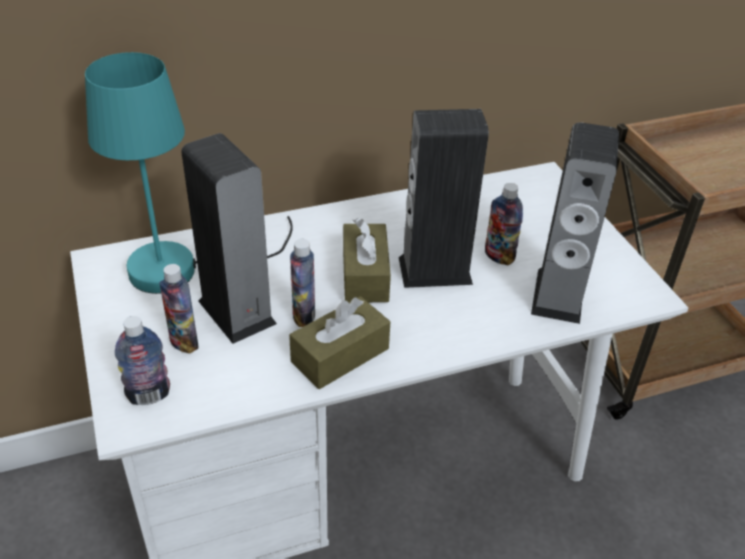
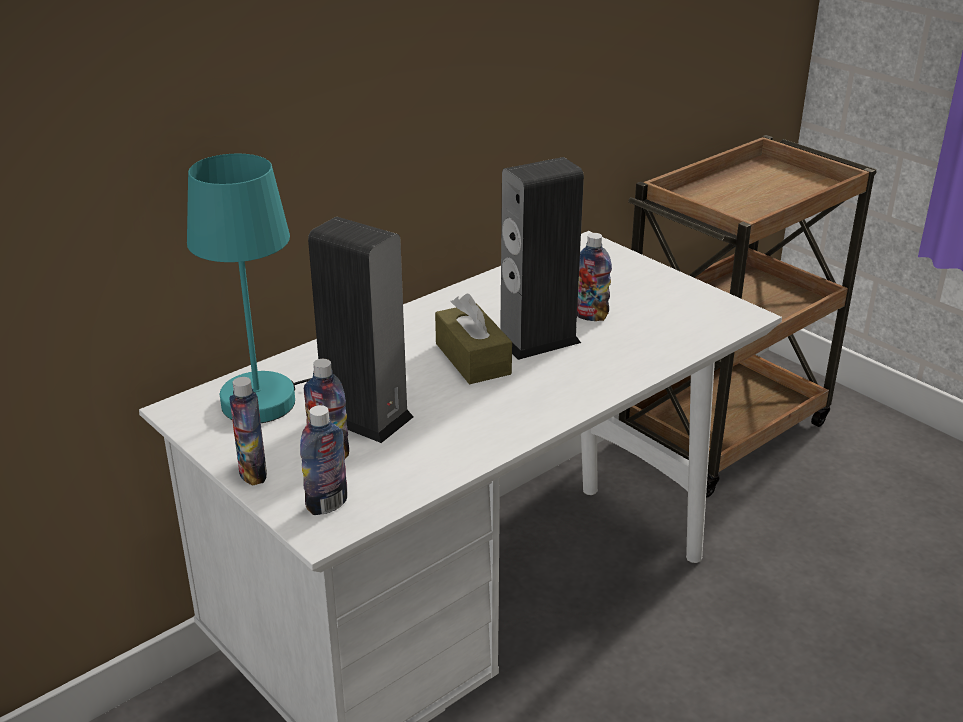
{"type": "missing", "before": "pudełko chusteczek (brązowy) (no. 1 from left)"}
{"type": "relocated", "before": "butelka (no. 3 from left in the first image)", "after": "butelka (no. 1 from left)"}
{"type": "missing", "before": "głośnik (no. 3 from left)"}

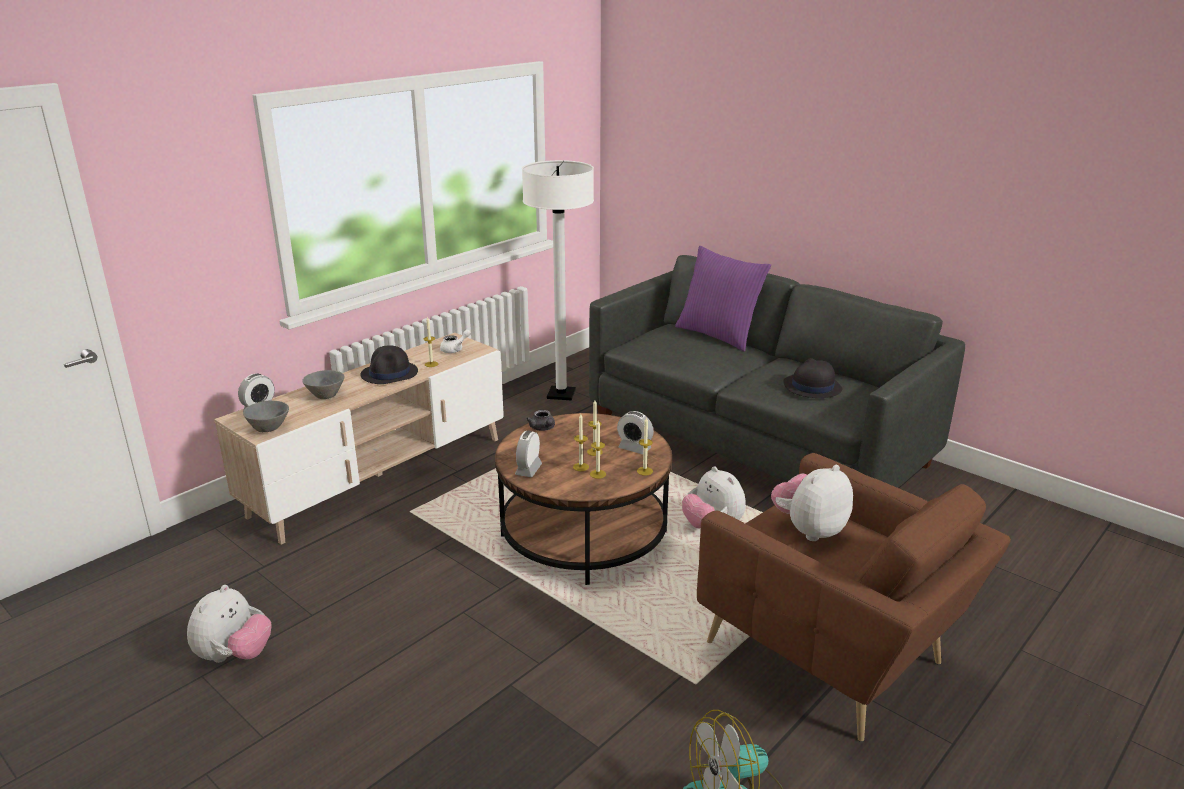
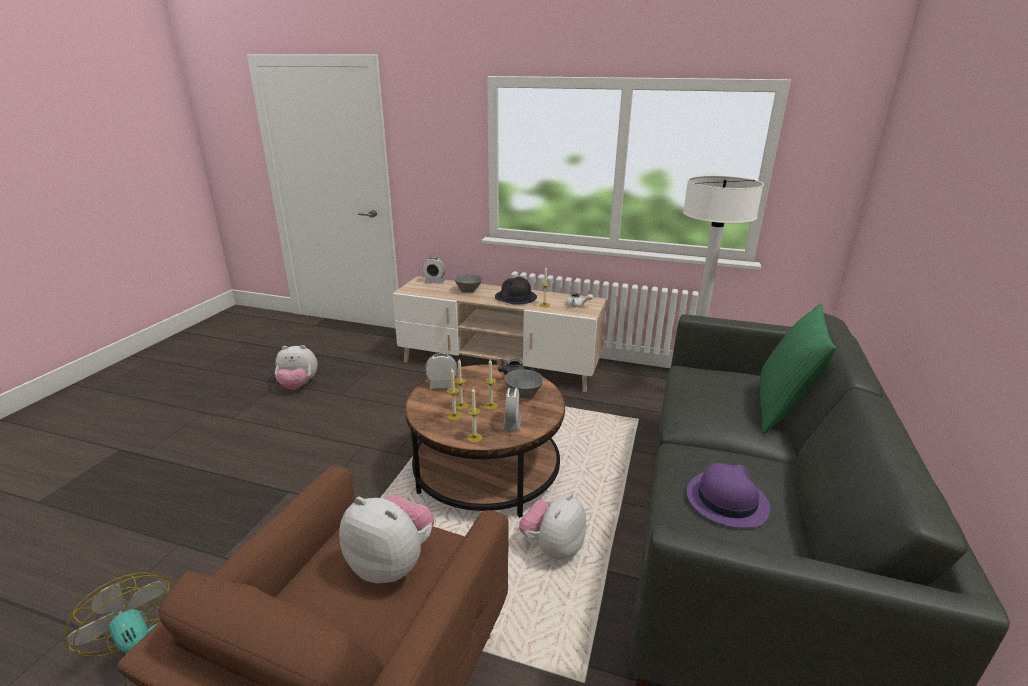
{"type": "relocated", "before": "miska (szary) (no. 1 from left in the first image)", "after": "miska (szary) (no. 2 from left)"}
{"type": "colour", "before": "poduszka (fioletowy)", "after": "poduszka (zielony)"}
{"type": "colour", "before": "kapelusz (czarny) (no. 2 from left)", "after": "kapelusz (fioletowy)"}

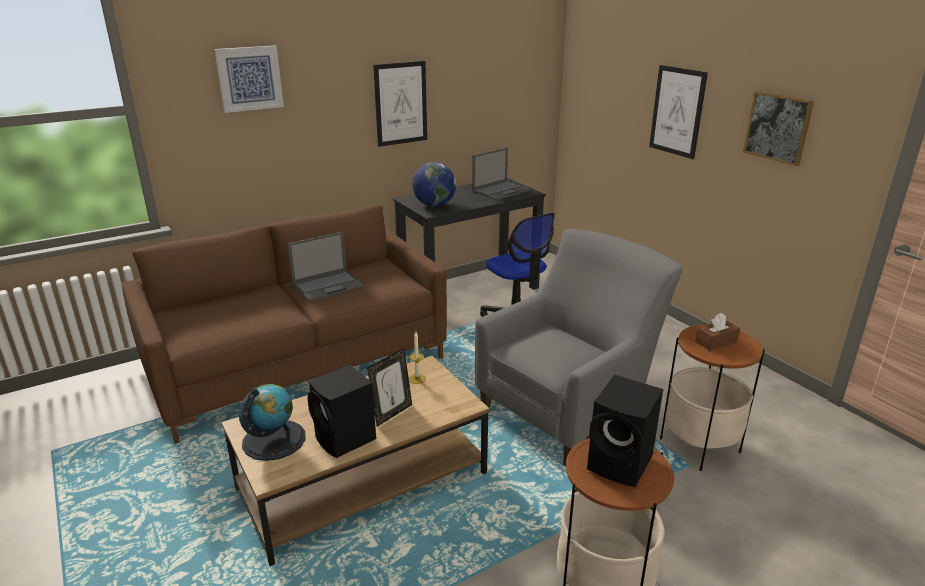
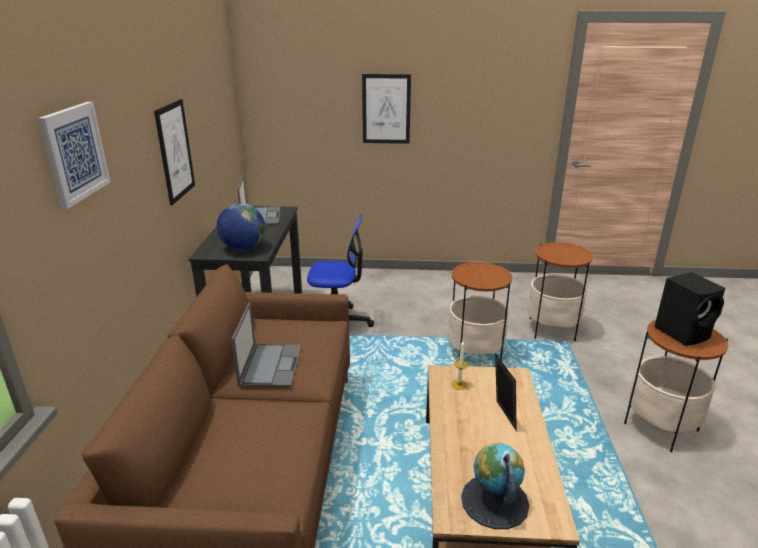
{"type": "missing", "before": "głośnik (czarny) (no. 1 from left)"}
{"type": "exchanged", "before": "fotel (szary)", "after": "stolik (no. 1 from left)"}
{"type": "missing", "before": "pudełko chusteczek (brązowy)"}
{"type": "missing", "before": "obraz (no. 4 from left)"}

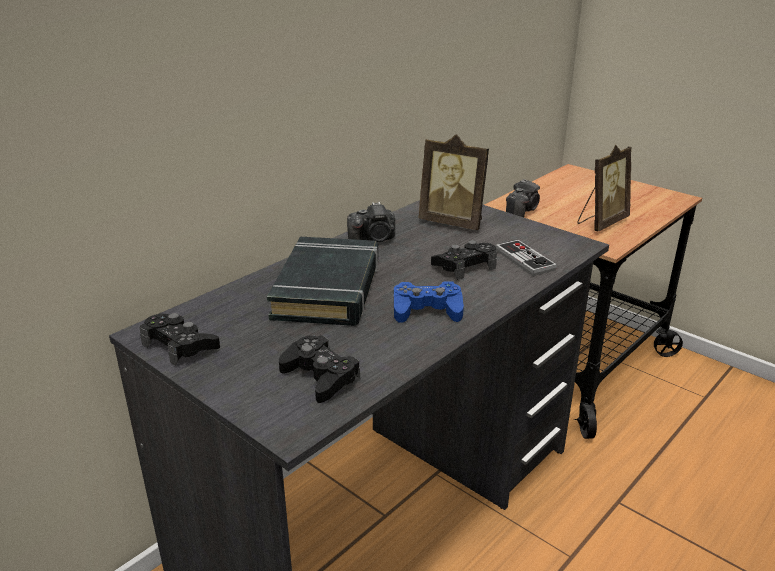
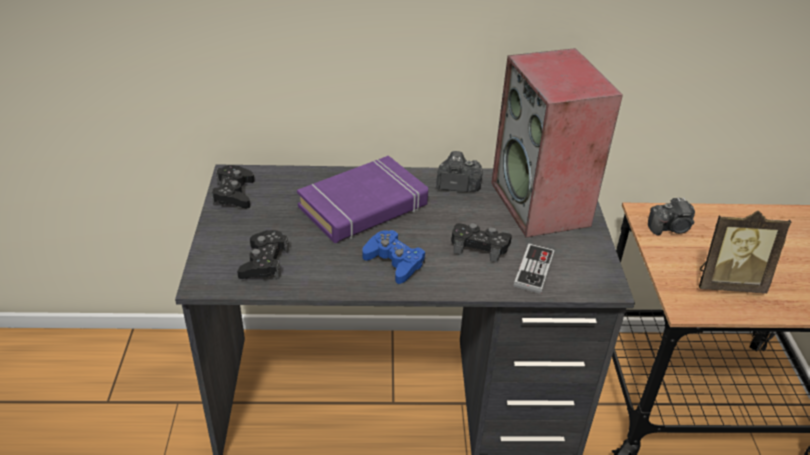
{"type": "colour", "before": "książka (czarny)", "after": "książka (fioletowy)"}
{"type": "spun", "before": "aparat fotograficzny (no. 1 from left)", "turn": 150}
{"type": "exchanged", "before": "ramka na zdjęcie (no. 1 from left)", "after": "głośnik"}

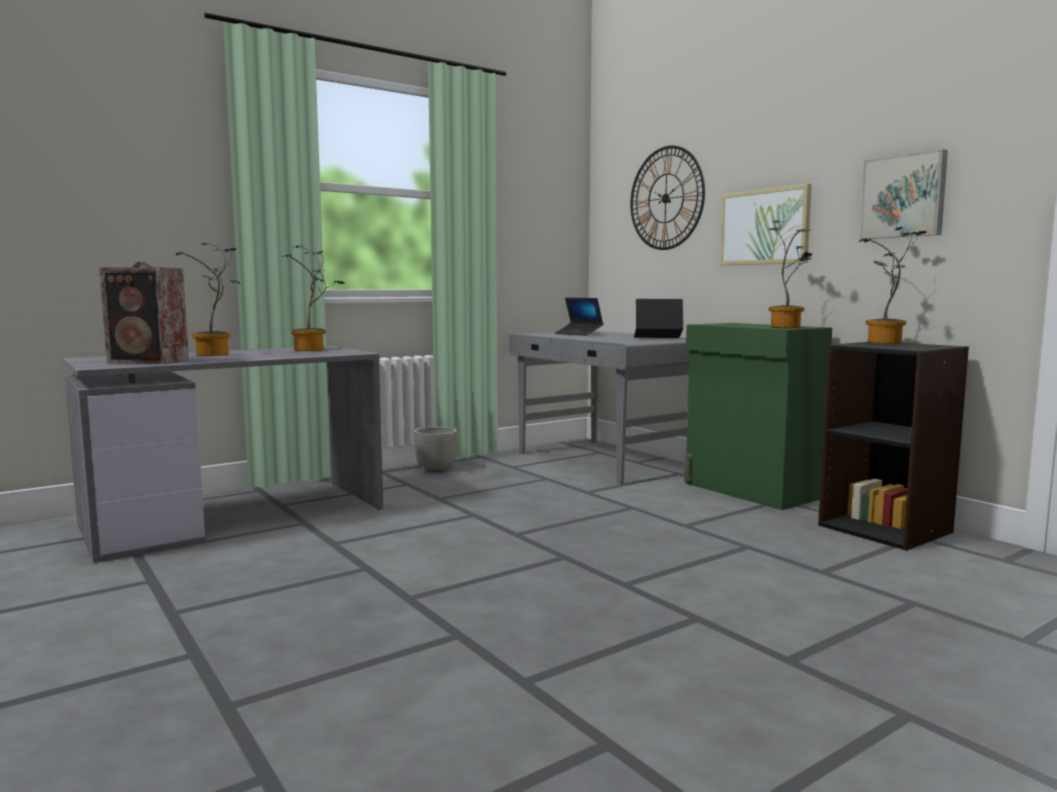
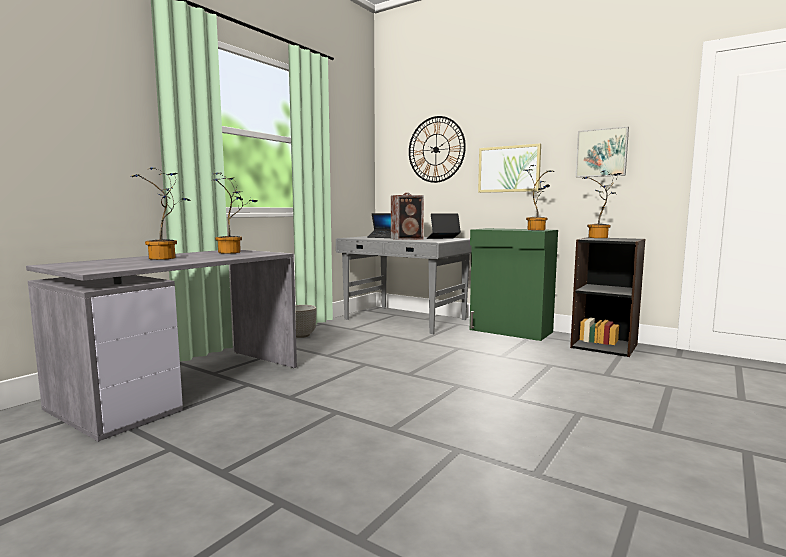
{"type": "relocated", "before": "głośnik"}

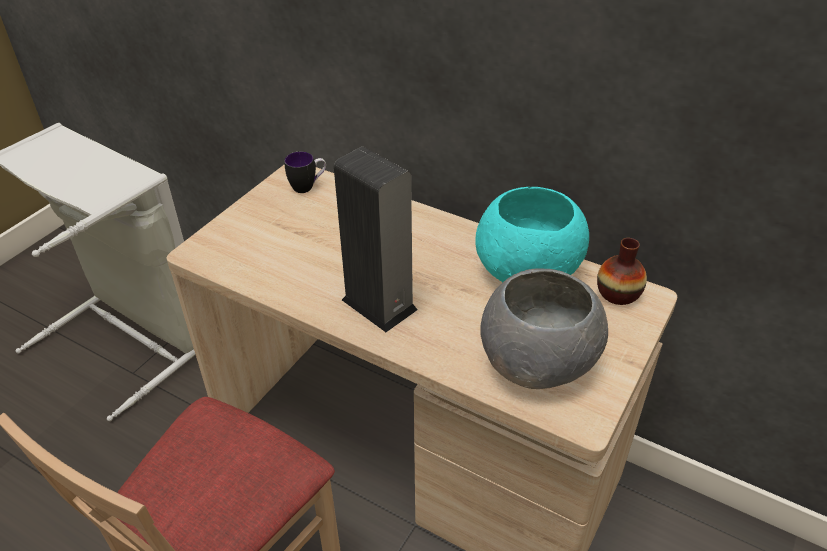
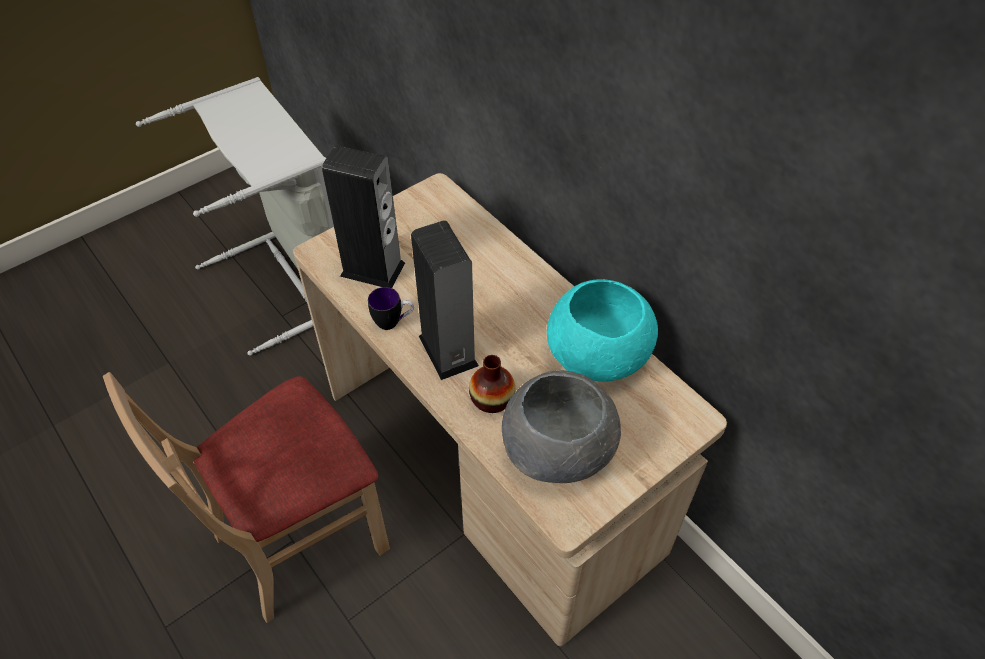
{"type": "relocated", "before": "kubek"}
{"type": "relocated", "before": "wazon"}
{"type": "appeared", "after": "głośnik (no. 1 from left)"}

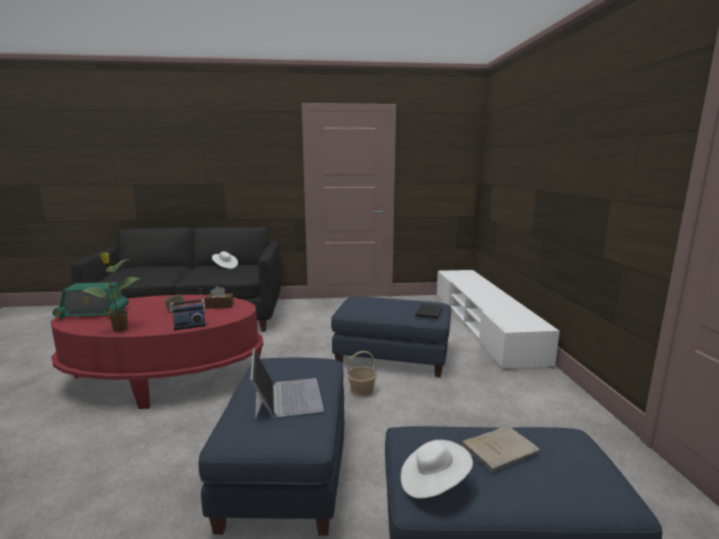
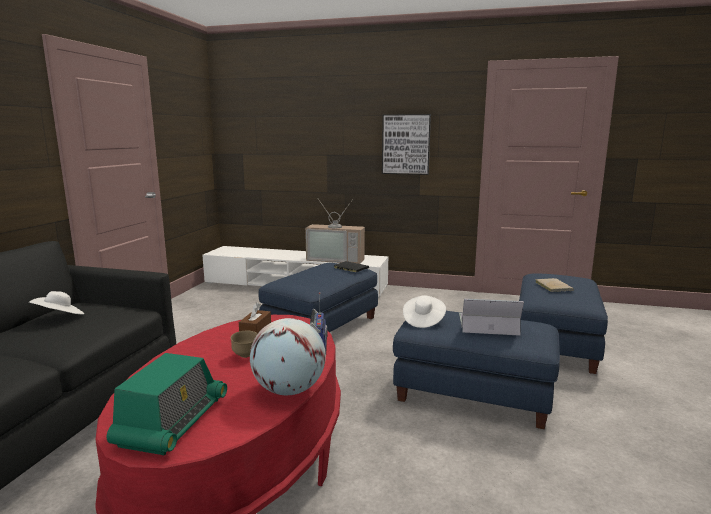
{"type": "exchanged", "before": "roślina doniczkowa", "after": "globus"}
{"type": "missing", "before": "koszyk"}
{"type": "relocated", "before": "kapelusz (biały) (no. 2 from left)"}
{"type": "appeared", "after": "telewizor"}
{"type": "appeared", "after": "obraz"}

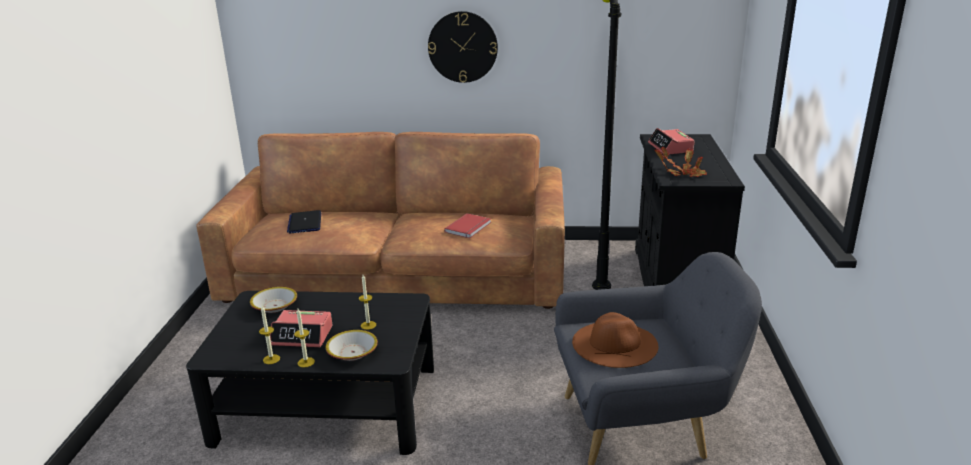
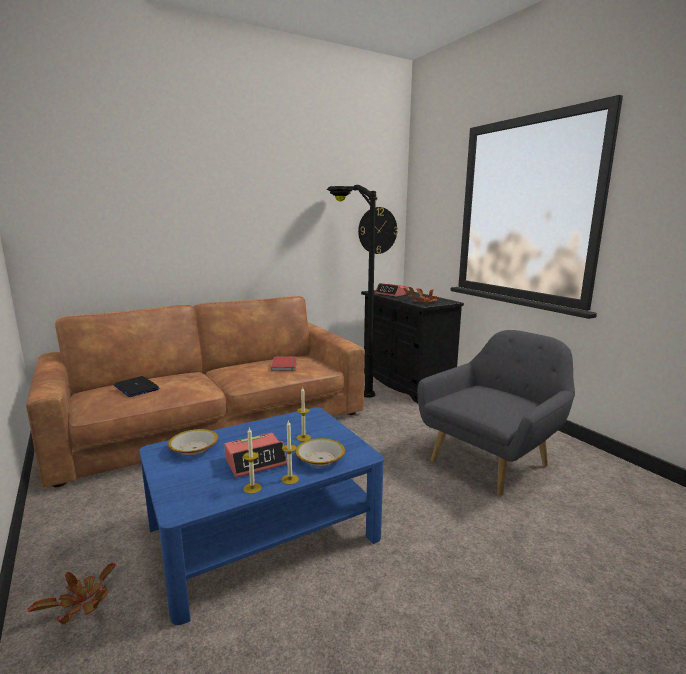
{"type": "colour", "before": "ława (czarny)", "after": "ława (niebieski)"}
{"type": "relocated", "before": "zegar ścienny"}
{"type": "missing", "before": "kapelusz (brązowy)"}
{"type": "appeared", "after": "roślina doniczkowa (no. 1 from left)"}

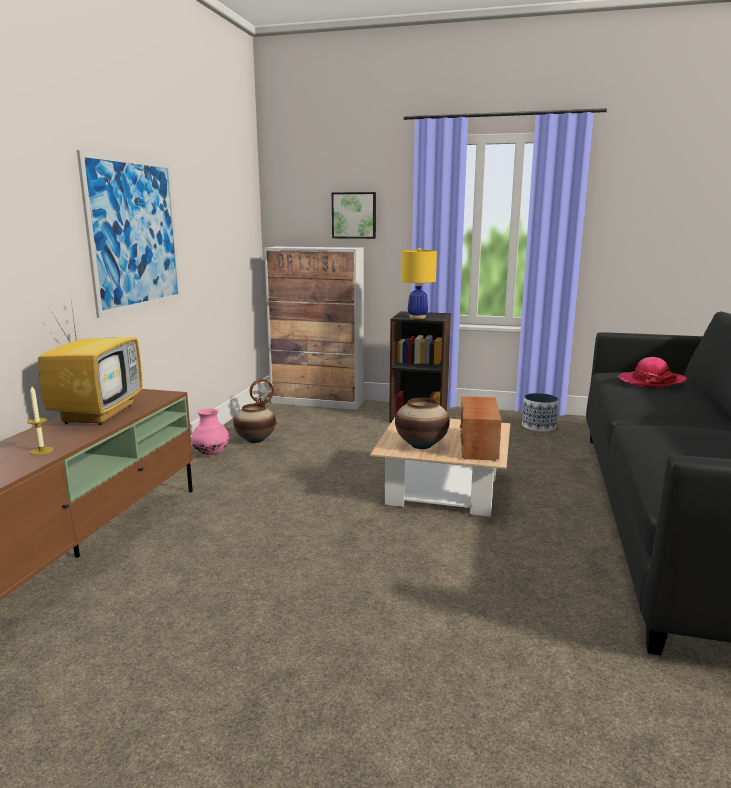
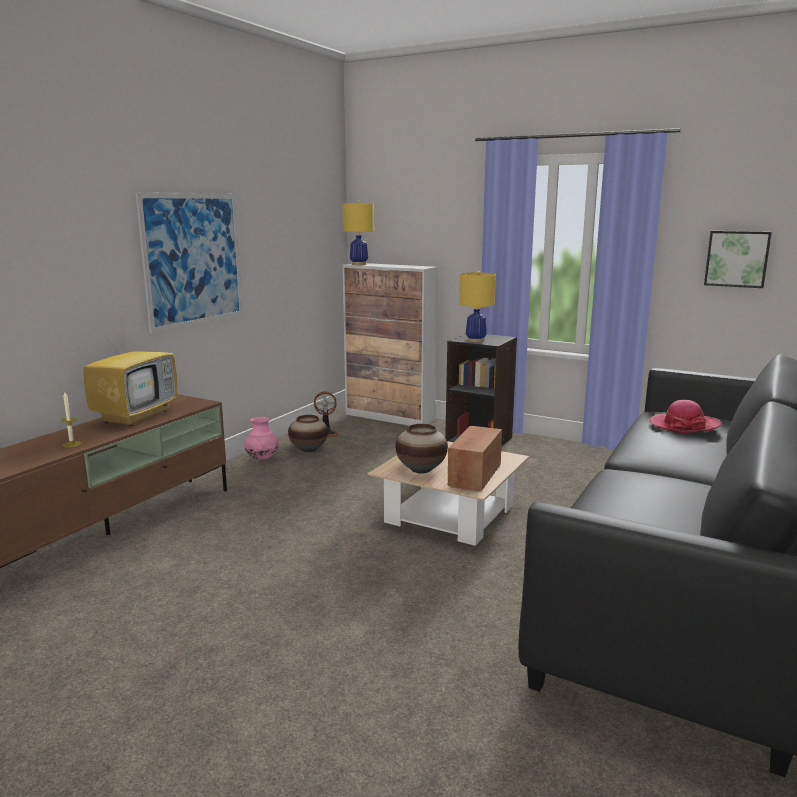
{"type": "relocated", "before": "obraz (no. 2 from left)"}
{"type": "missing", "before": "donica"}
{"type": "appeared", "after": "lampa stołowa (żółty) (no. 1 from left)"}

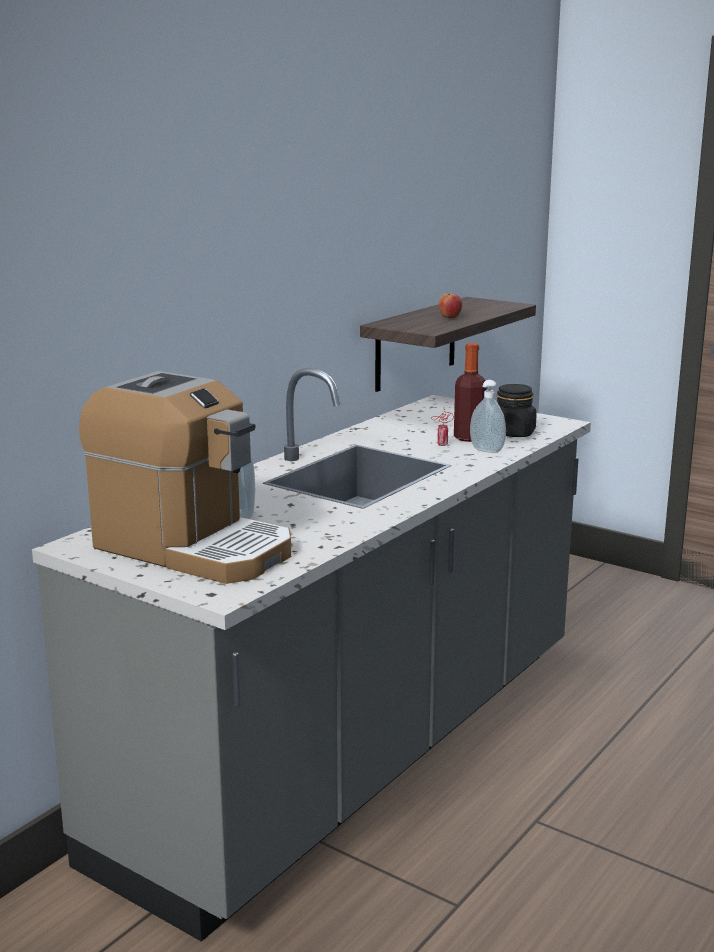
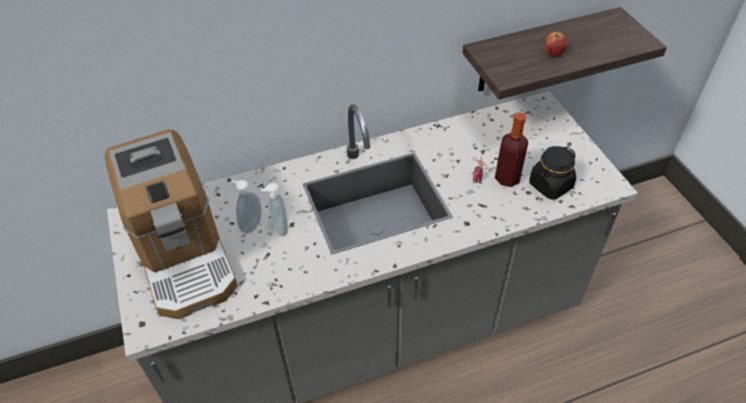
{"type": "relocated", "before": "dozownik mydła (no. 2 from left)"}

